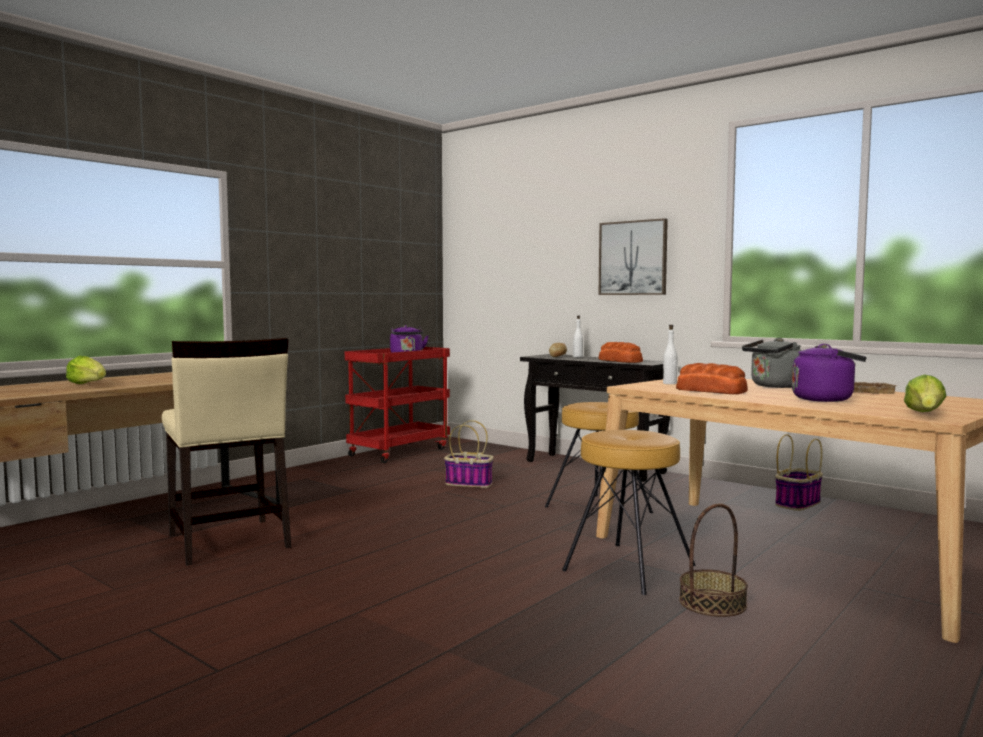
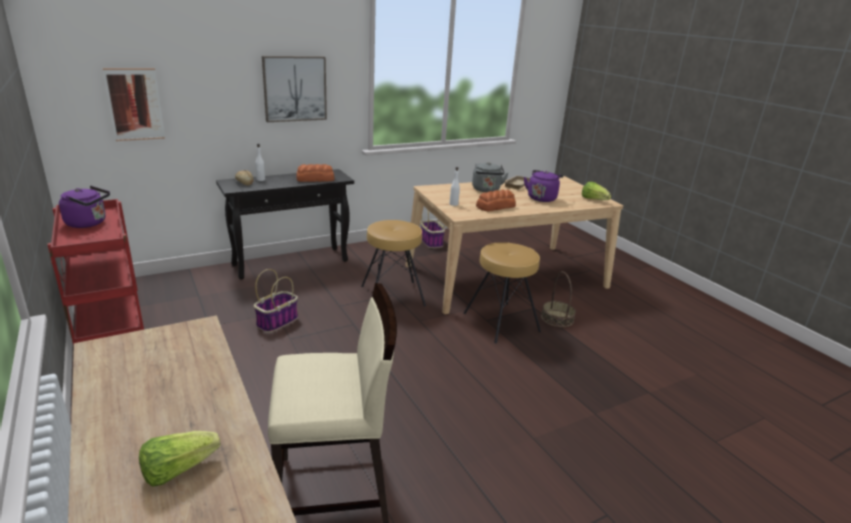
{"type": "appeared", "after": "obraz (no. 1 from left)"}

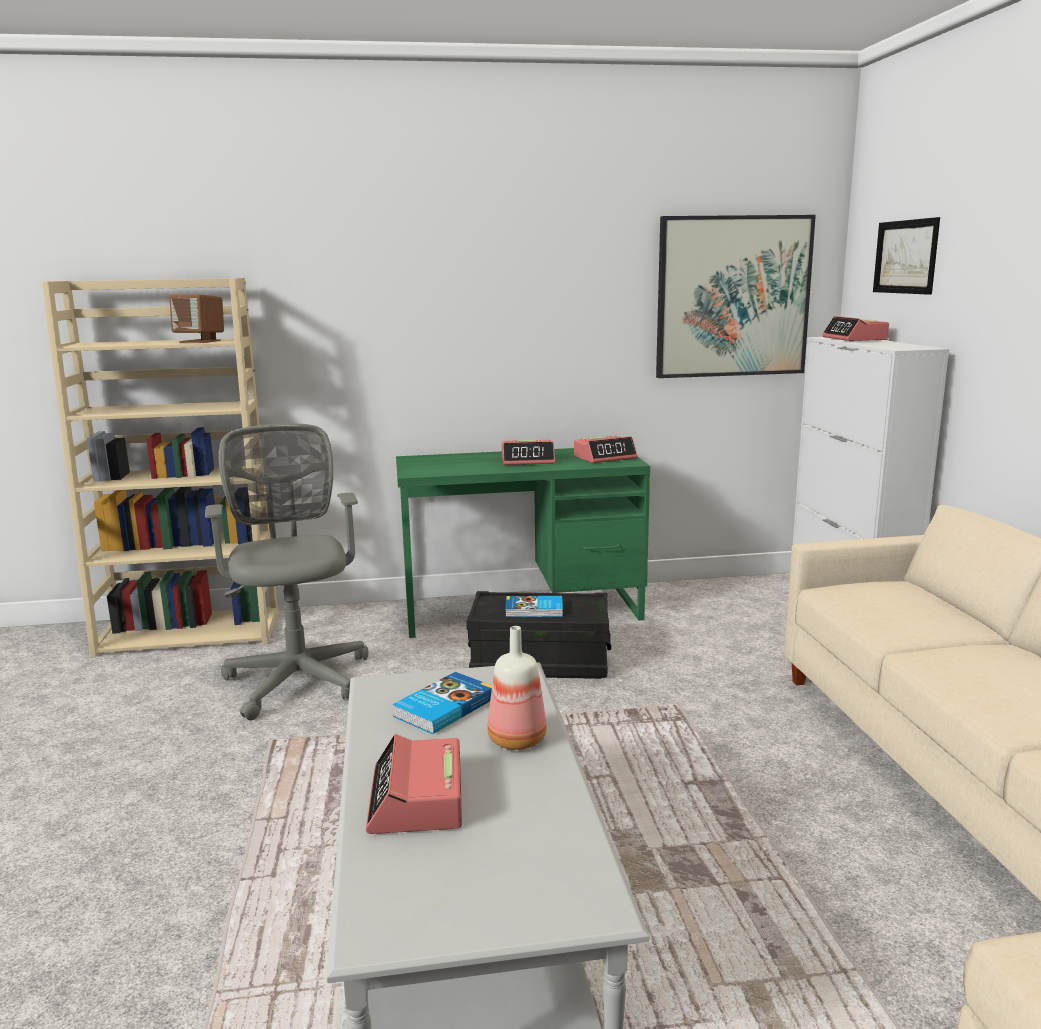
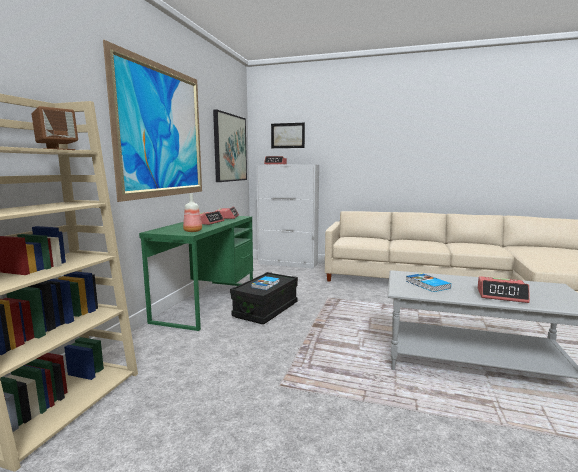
{"type": "missing", "before": "krzesło biurowe (szary)"}
{"type": "relocated", "before": "butelka"}
{"type": "appeared", "after": "obraz (no. 1 from left)"}

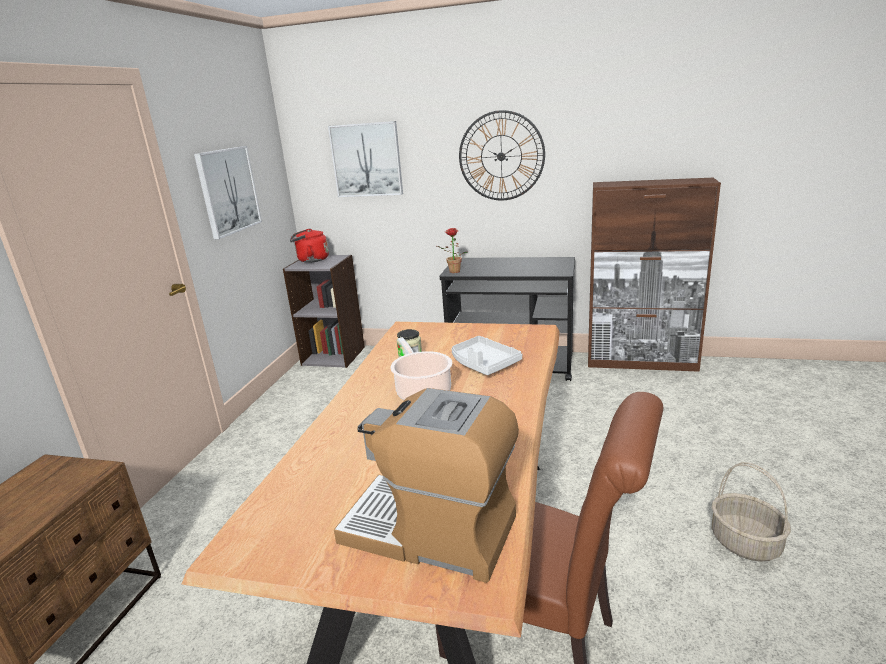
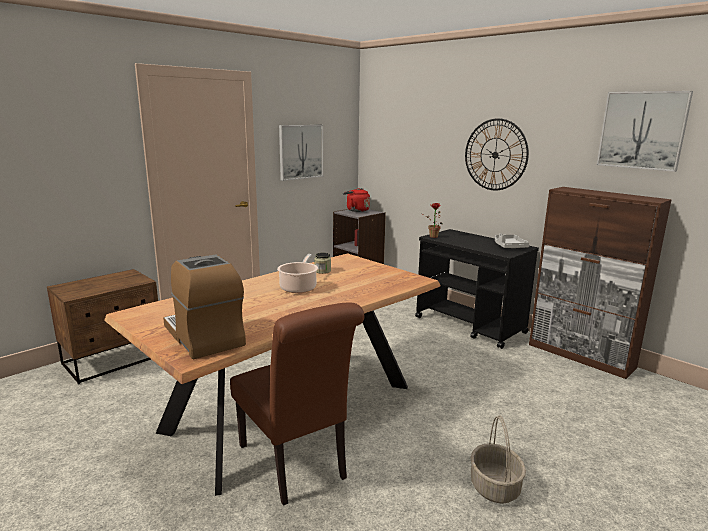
{"type": "relocated", "before": "obraz (no. 2 from left)"}
{"type": "relocated", "before": "taca (szary)"}

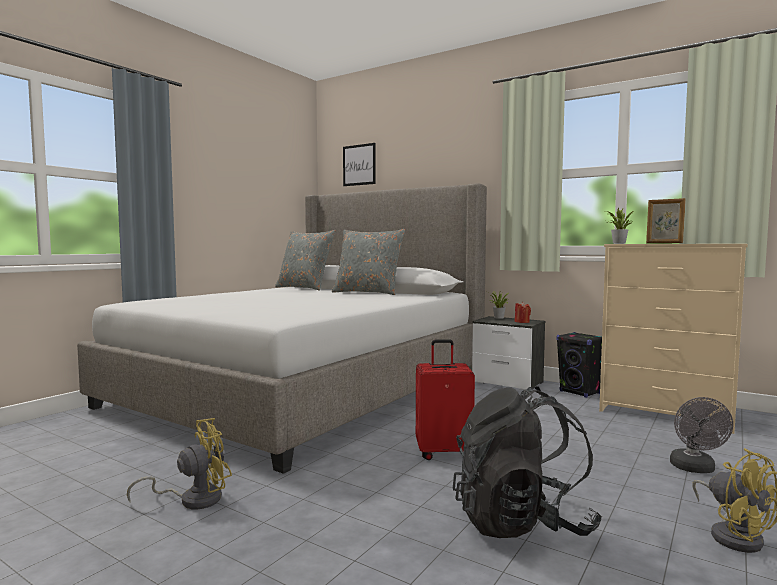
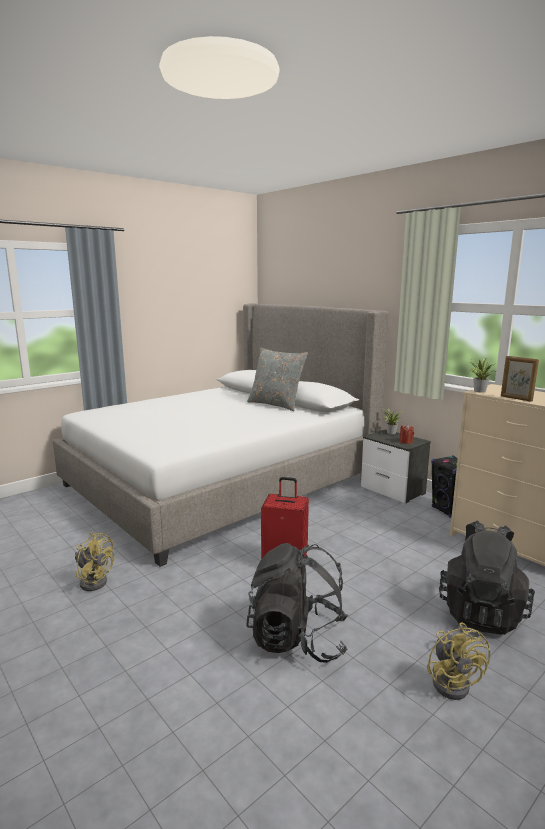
{"type": "spun", "before": "wentylator (żółty) (no. 1 from left)", "turn": 45}
{"type": "missing", "before": "poduszka (szary) (no. 1 from left)"}
{"type": "missing", "before": "obraz"}
{"type": "exchanged", "before": "wentylator (szary)", "after": "plecak (czarny) (no. 2 from left)"}

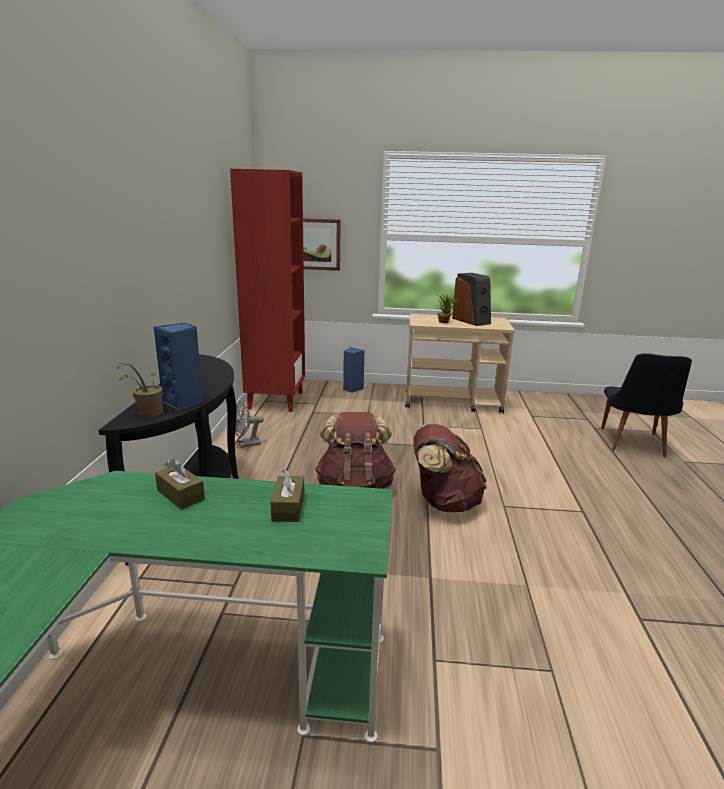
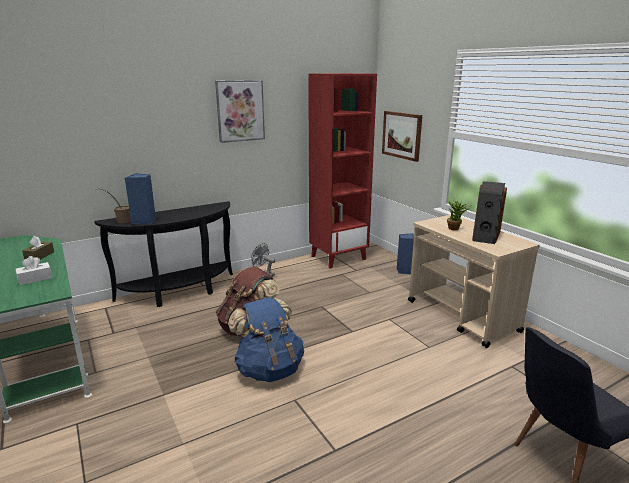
{"type": "colour", "before": "pudełko chusteczek (brązowy) (no. 2 from left)", "after": "pudełko chusteczek (biały)"}
{"type": "colour", "before": "plecak (brązowy) (no. 2 from left)", "after": "plecak (niebieski)"}
{"type": "appeared", "after": "obraz (no. 1 from left)"}

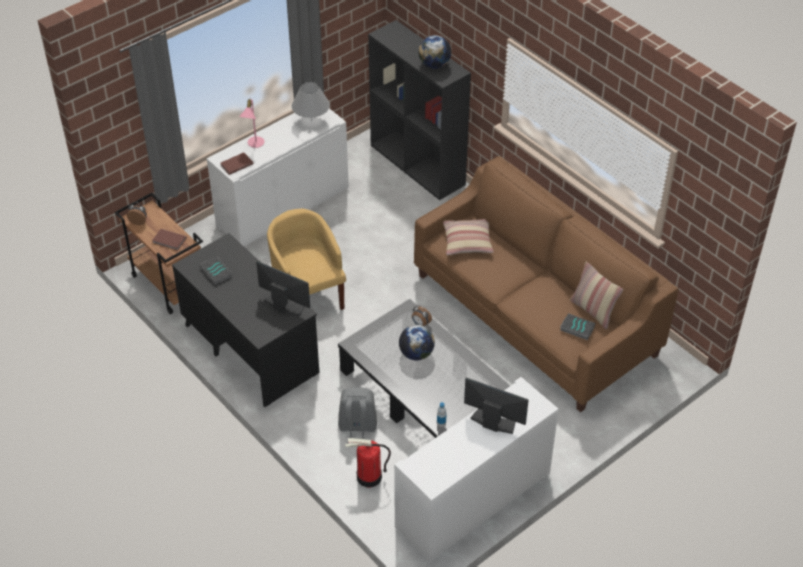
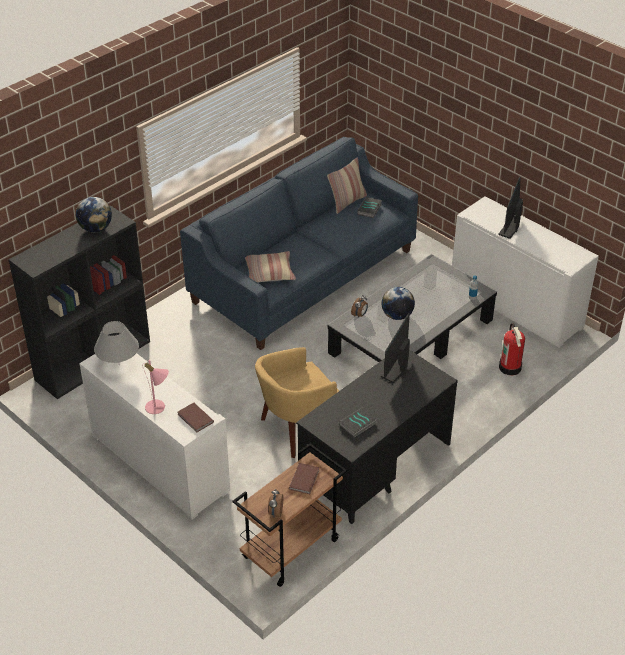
{"type": "missing", "before": "plecak (szary)"}
{"type": "colour", "before": "kanapa (brązowy)", "after": "kanapa (niebieski)"}

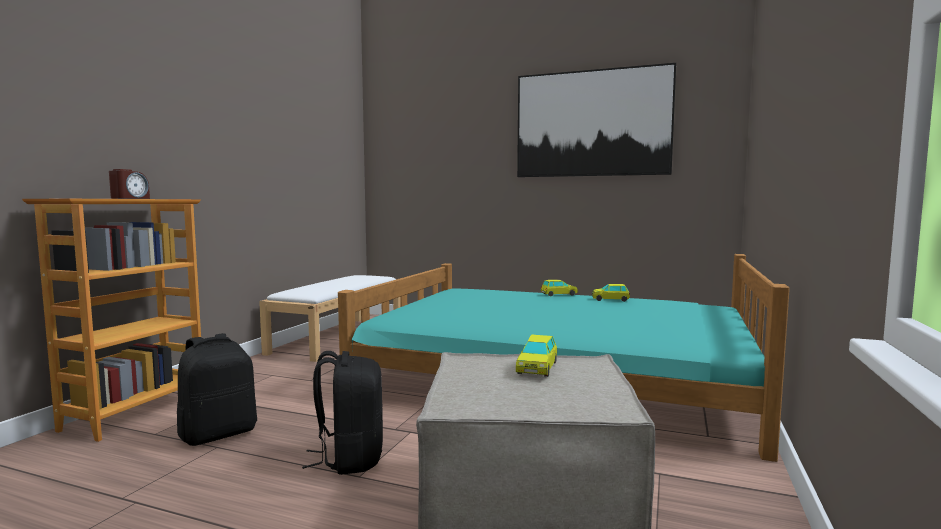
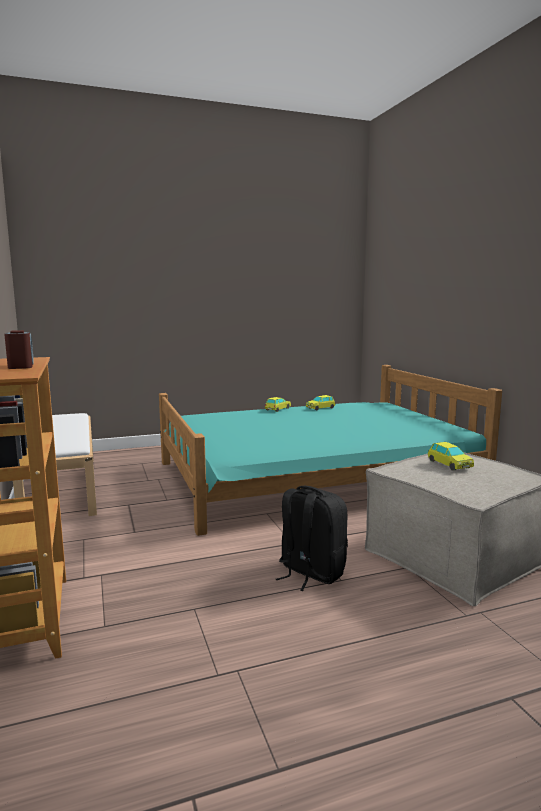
{"type": "missing", "before": "plecak (czarny) (no. 1 from left)"}
{"type": "missing", "before": "obraz"}

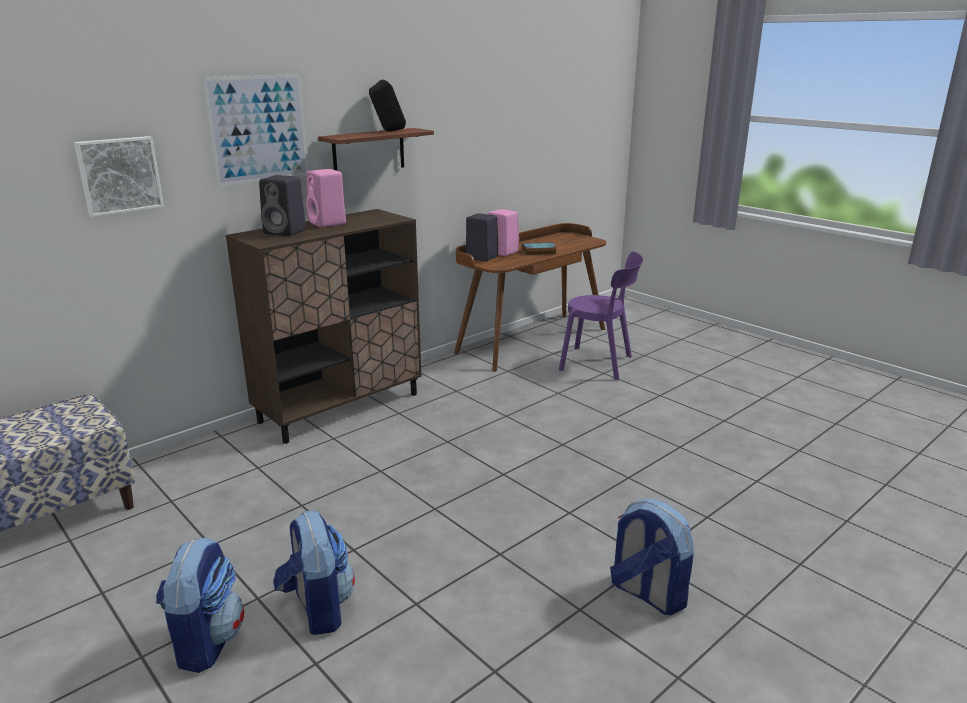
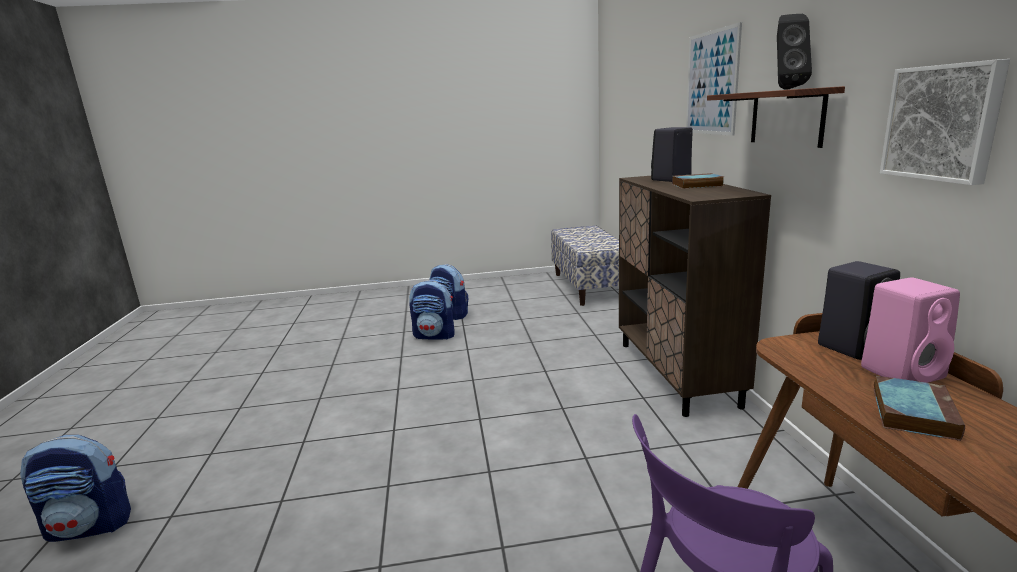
{"type": "relocated", "before": "obraz (no. 1 from left in the first image)", "after": "obraz (no. 2 from left)"}
{"type": "exchanged", "before": "głośnik (różowy) (no. 1 from left)", "after": "książka (no. 1 from left)"}
{"type": "relocated", "before": "plecak (no. 3 from left in the first image)", "after": "plecak (no. 1 from left)"}

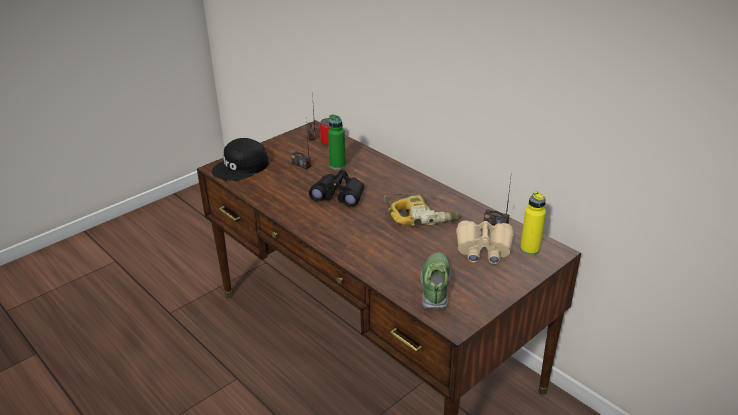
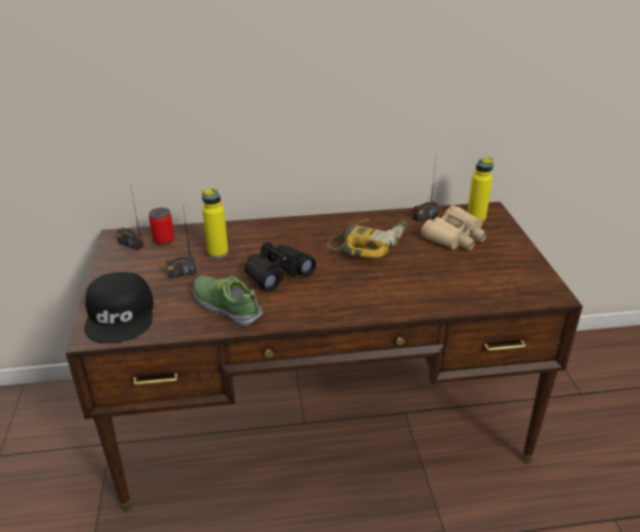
{"type": "colour", "before": "butelka (zielony)", "after": "butelka (żółty) (no. 1 from left)"}
{"type": "relocated", "before": "but"}

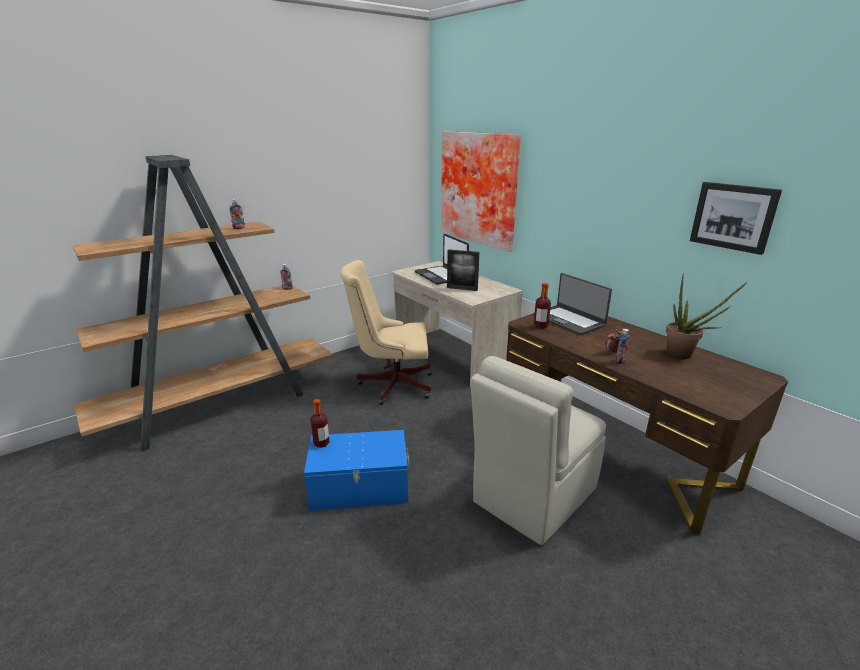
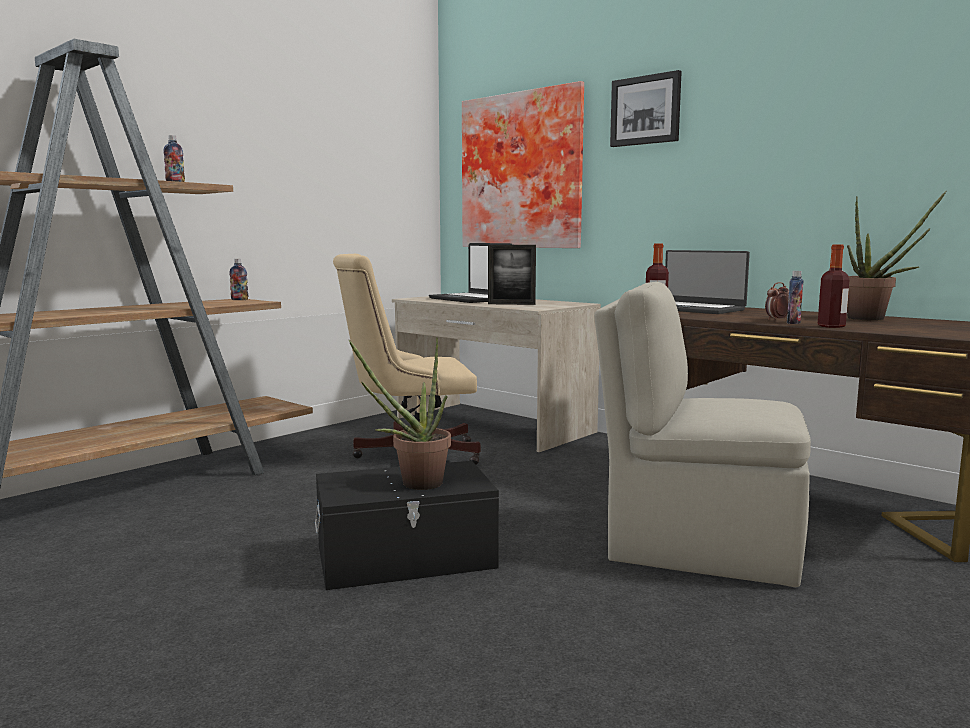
{"type": "colour", "before": "pojemnik do przechowywania (niebieski)", "after": "pojemnik do przechowywania (czarny)"}
{"type": "relocated", "before": "butelka (no. 3 from left in the first image)", "after": "butelka (no. 5 from left)"}
{"type": "spun", "before": "krzesło (beżowy)", "turn": 75}
{"type": "relocated", "before": "obraz (no. 2 from left)"}
{"type": "appeared", "after": "roślina doniczkowa (no. 1 from left)"}

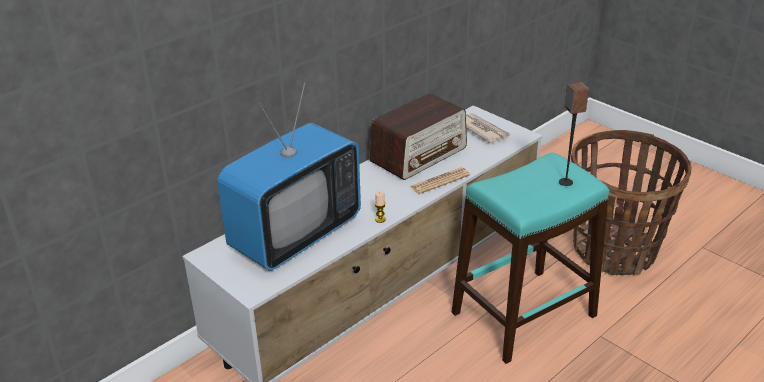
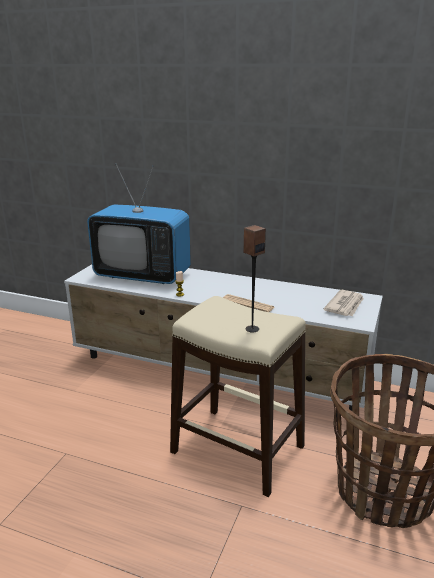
{"type": "missing", "before": "radio"}
{"type": "colour", "before": "stołek (turkusowy)", "after": "stołek (beżowy)"}

